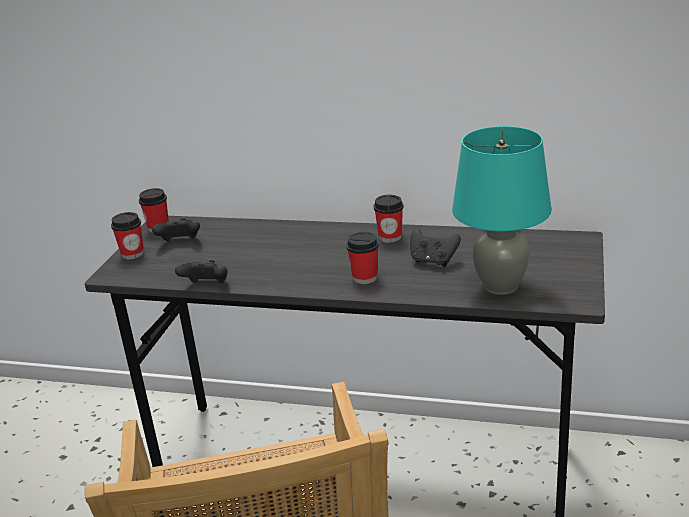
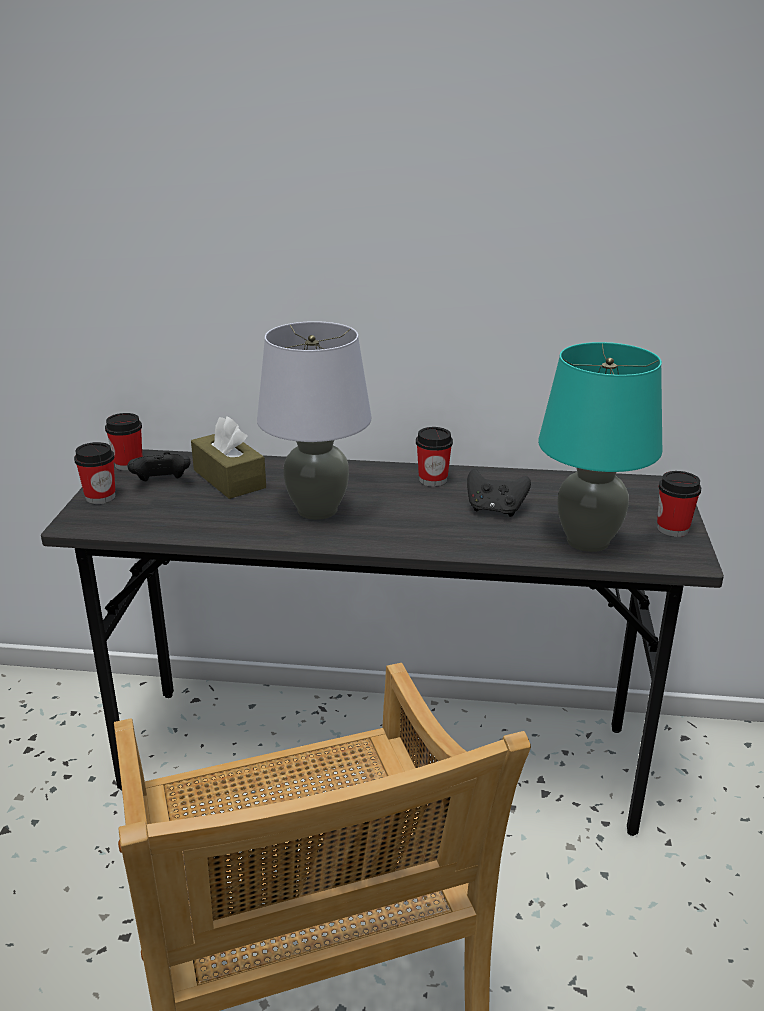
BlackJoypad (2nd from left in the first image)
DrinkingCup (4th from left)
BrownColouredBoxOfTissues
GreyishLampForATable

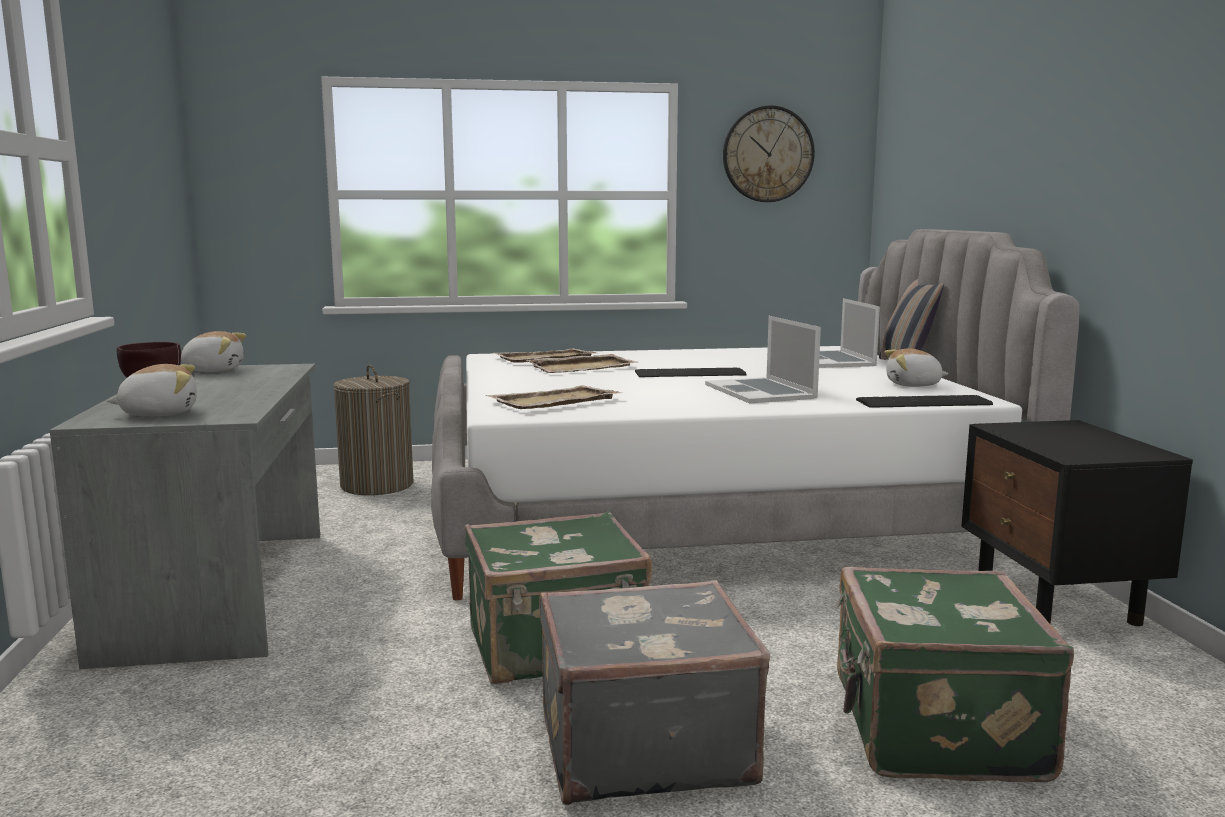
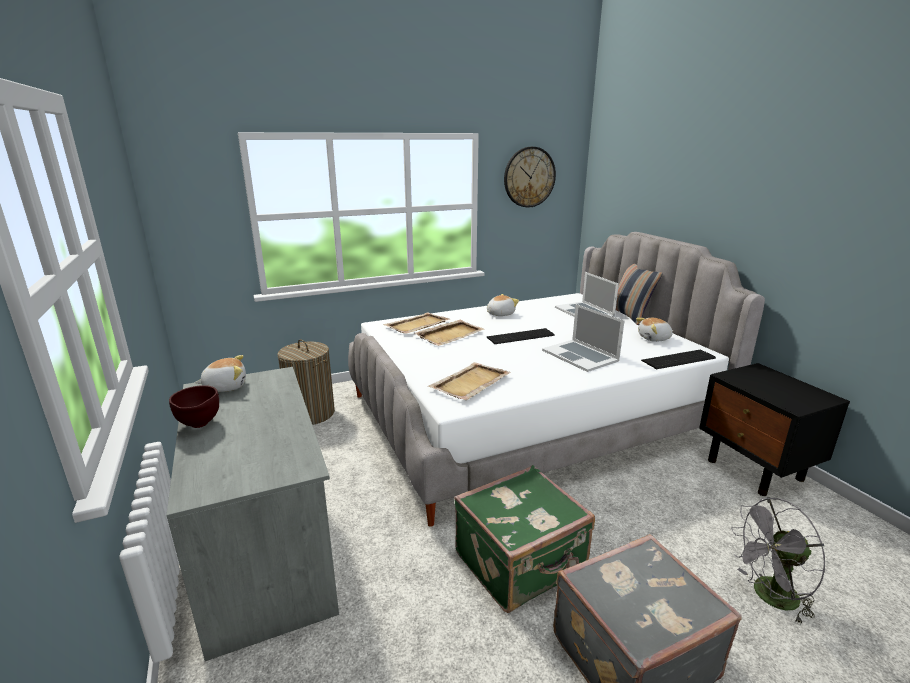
PlushToy (2nd from left)
GreyishCoolingFan

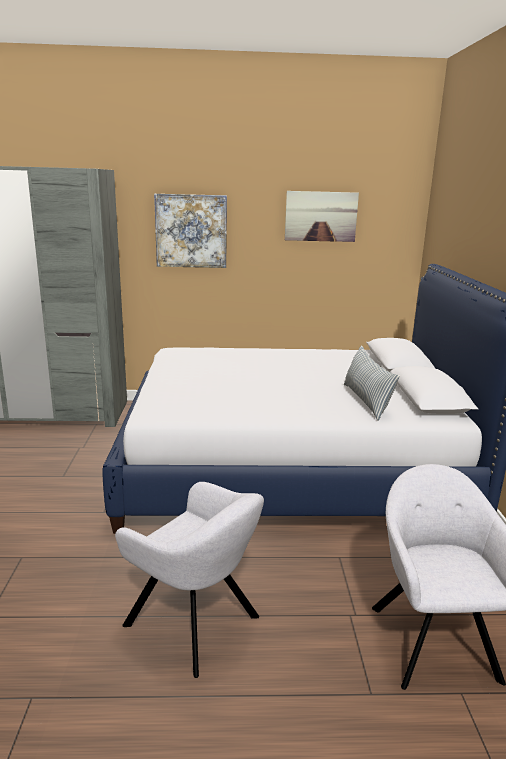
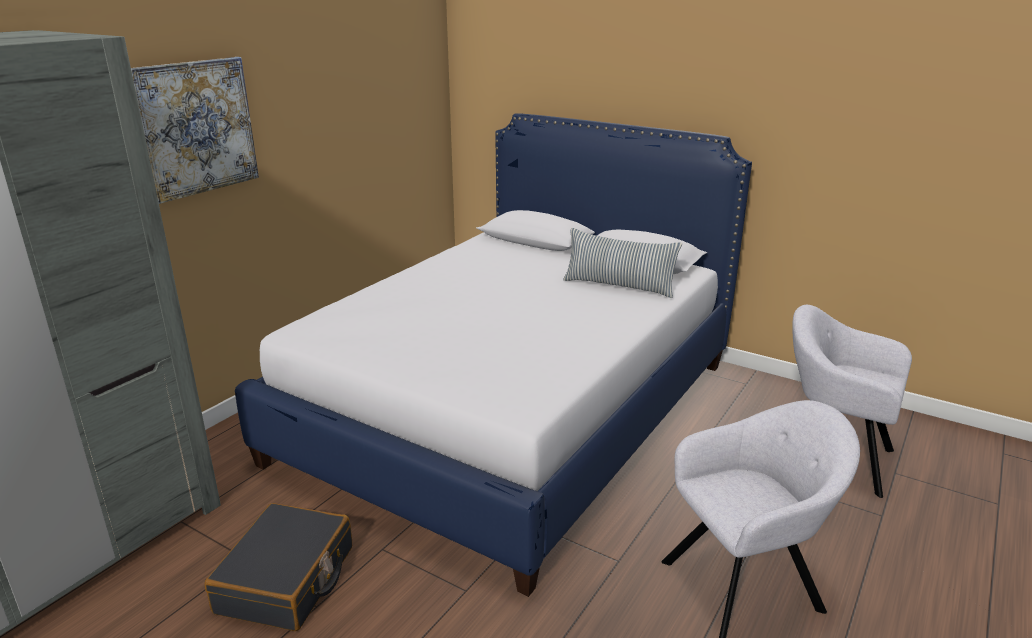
WallArt (2nd from left in the first image)
BlackSuitcase

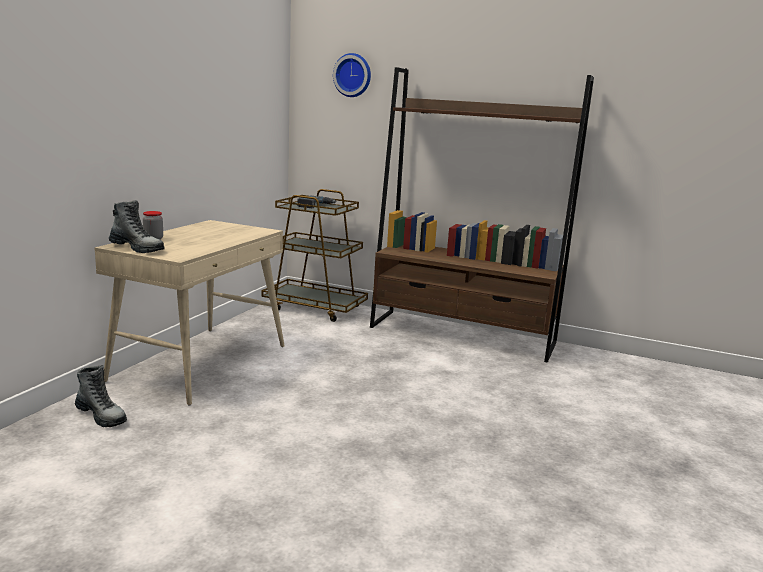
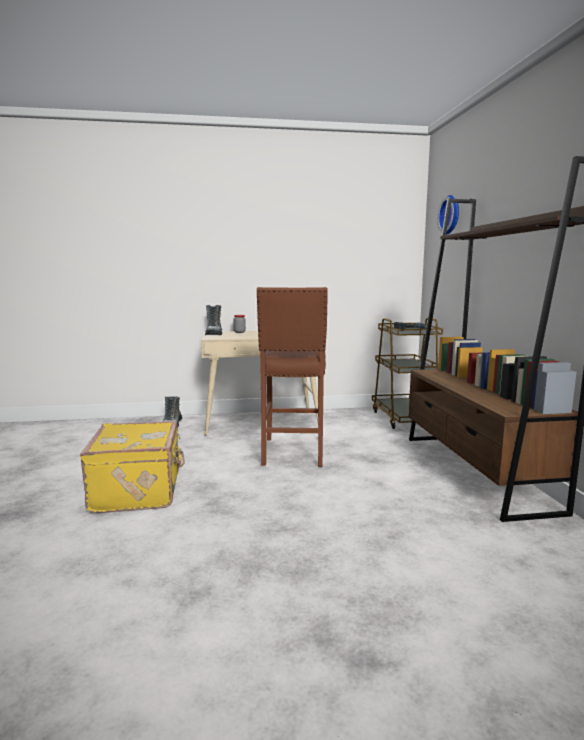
YellowColouredSuitcase
BrownColouredStoolSeat

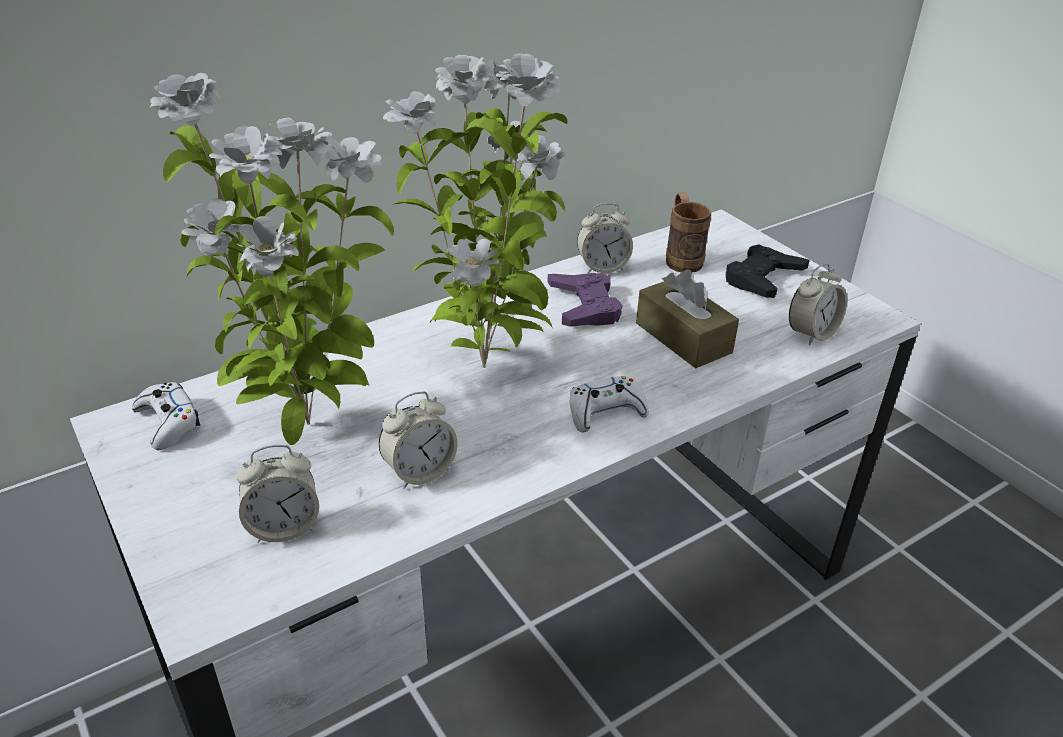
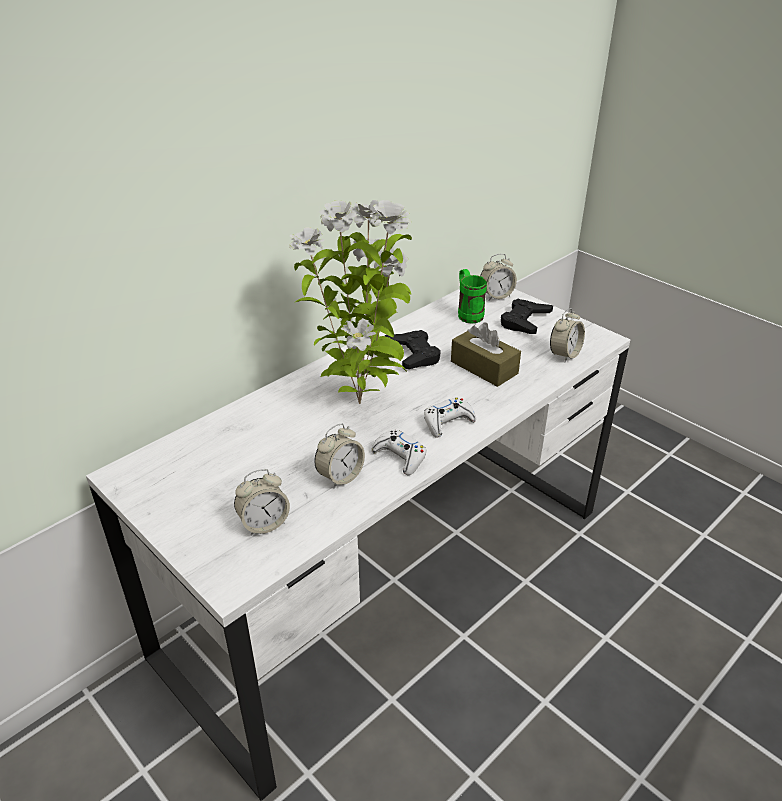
WhitishJoypad (1st from left)
PlantInAPot (1st from left in the first image)
BlackJoypad (1st from left)
AlarmClock (3rd from left)
GreenCoffeeMug

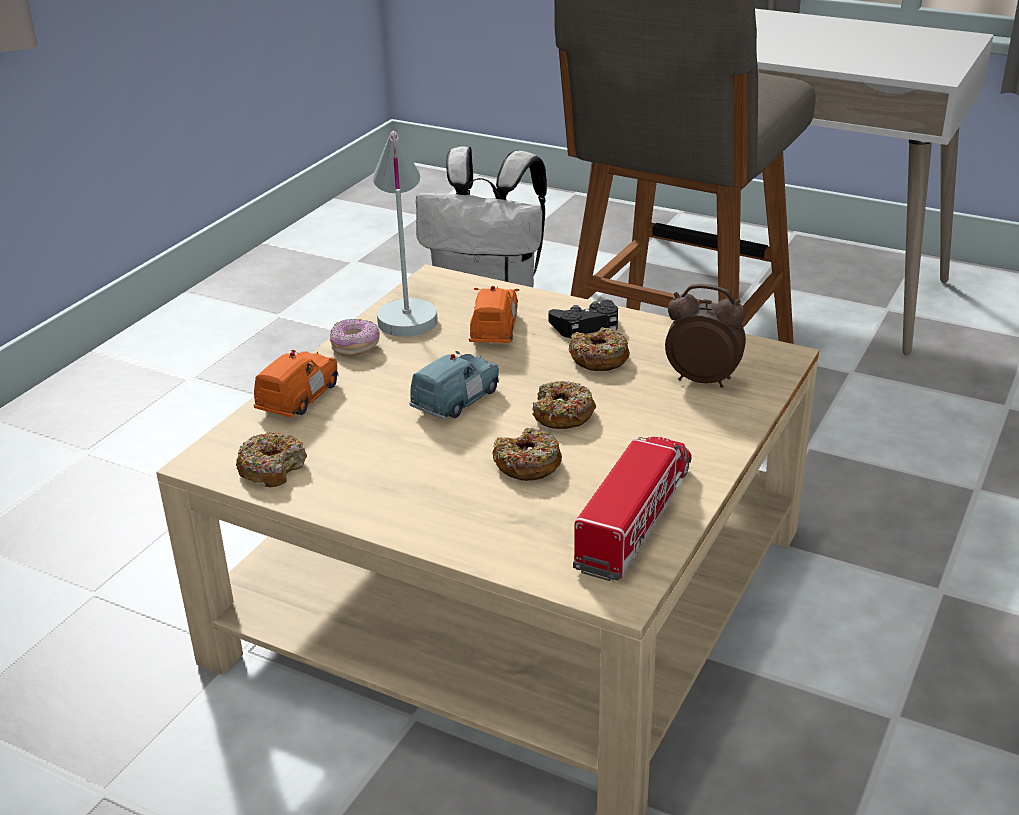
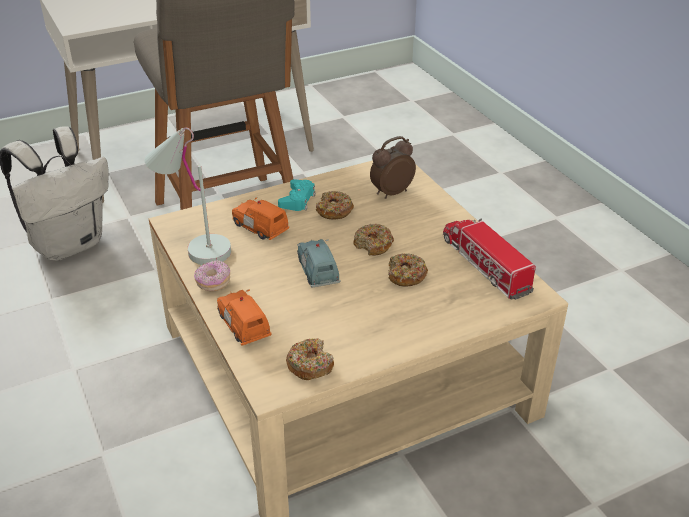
TurquoiseColouredJoypad

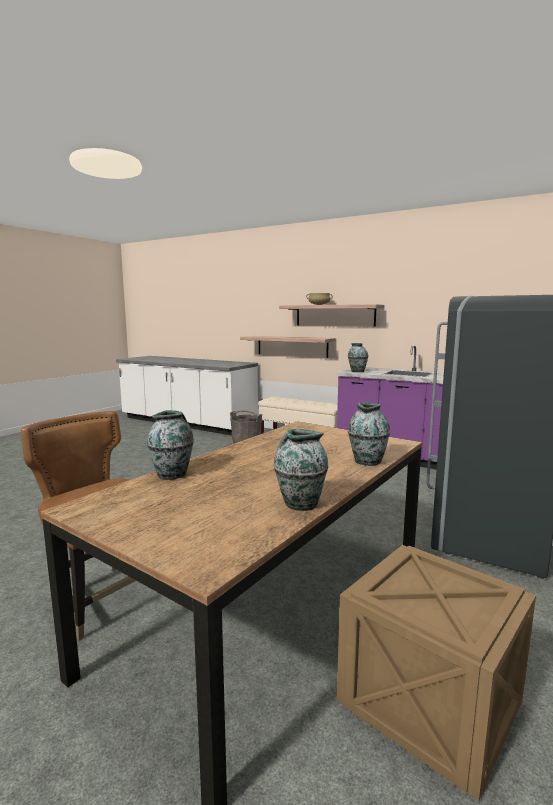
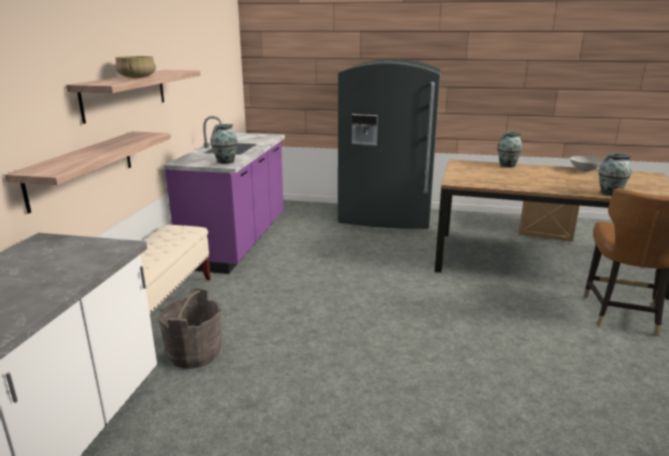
GreyishDeepDish

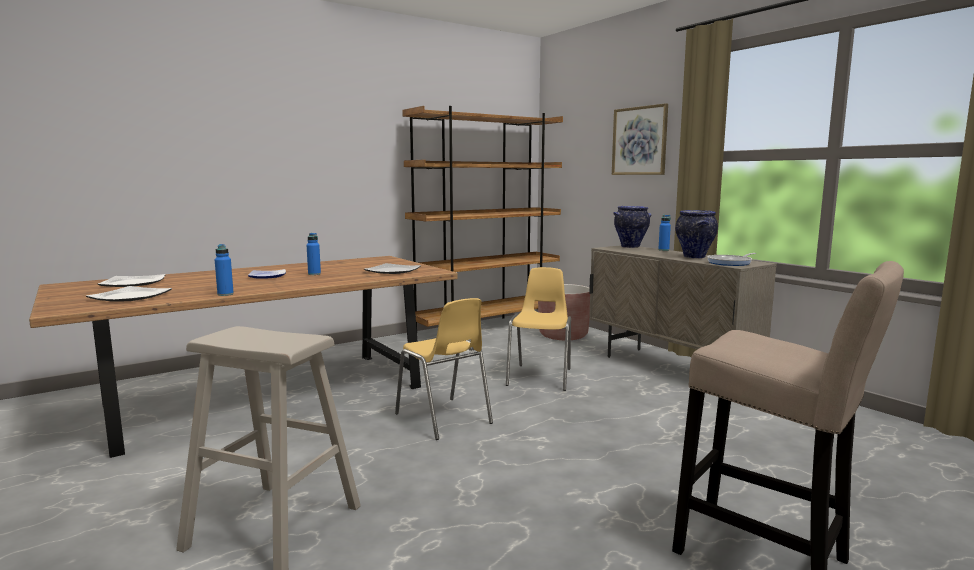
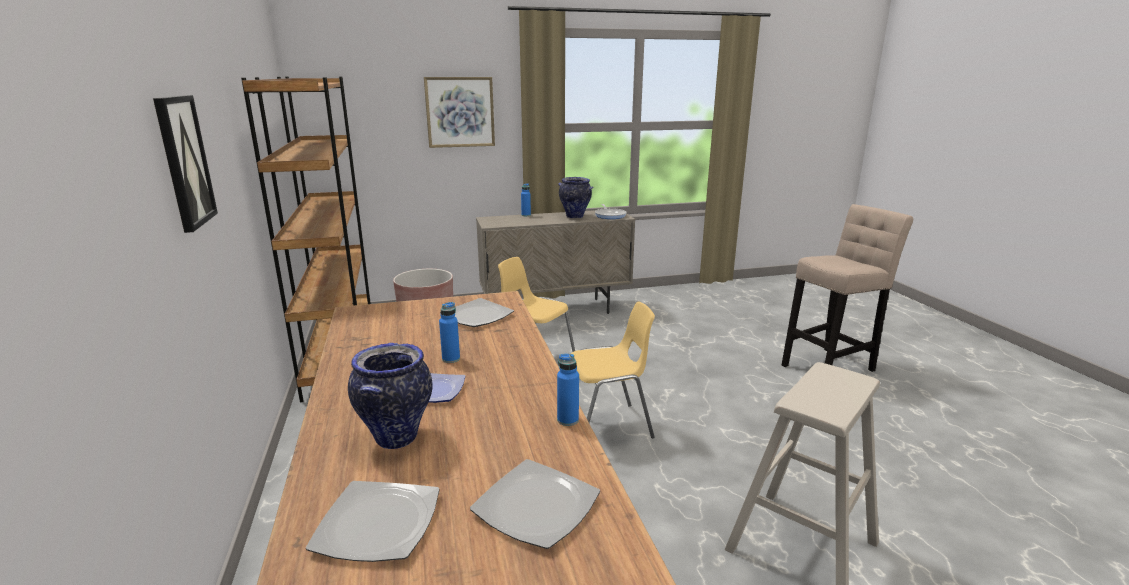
FlowerVase (1st from left)
WallArt (1st from left)

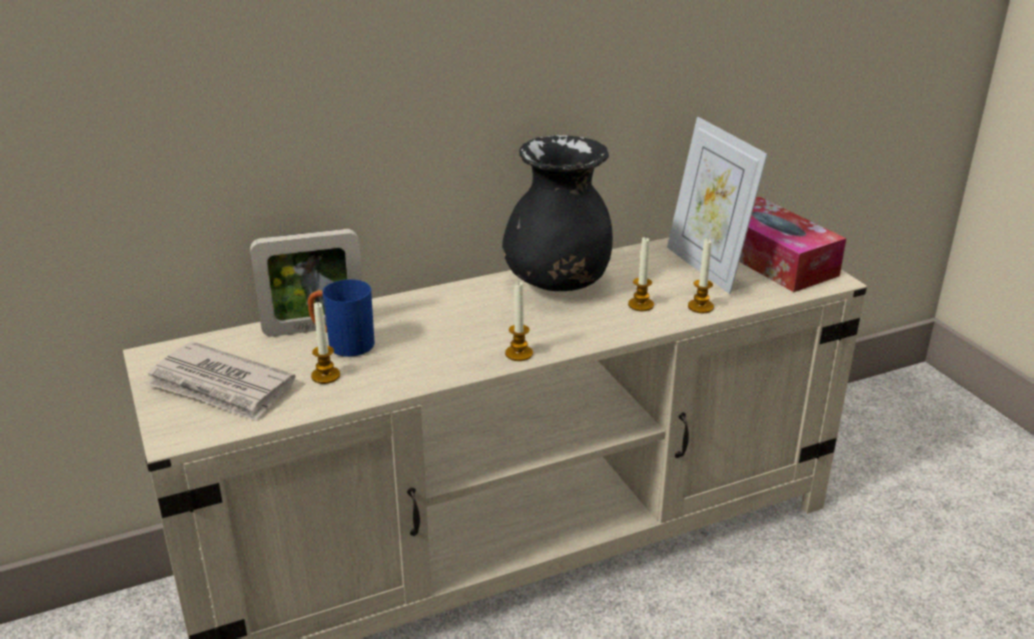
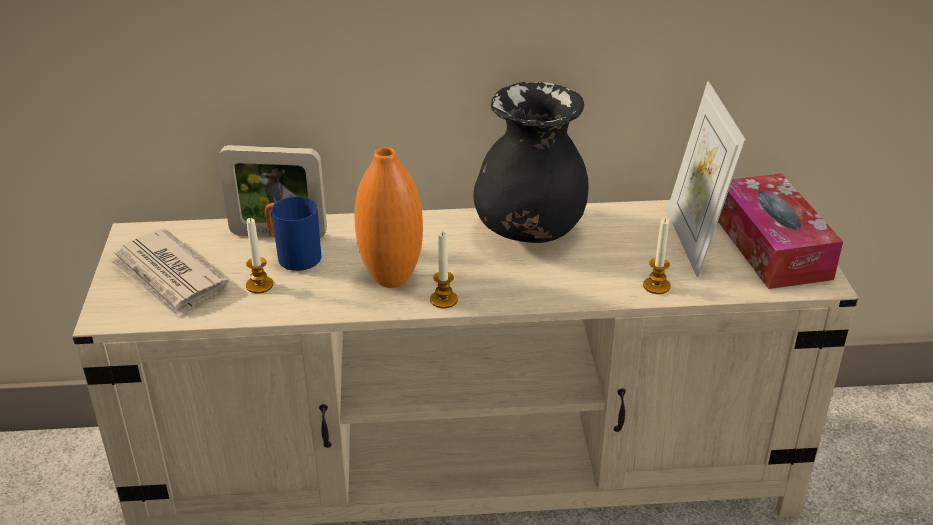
Candle (3rd from left in the first image)
OrangeyFlowerVase

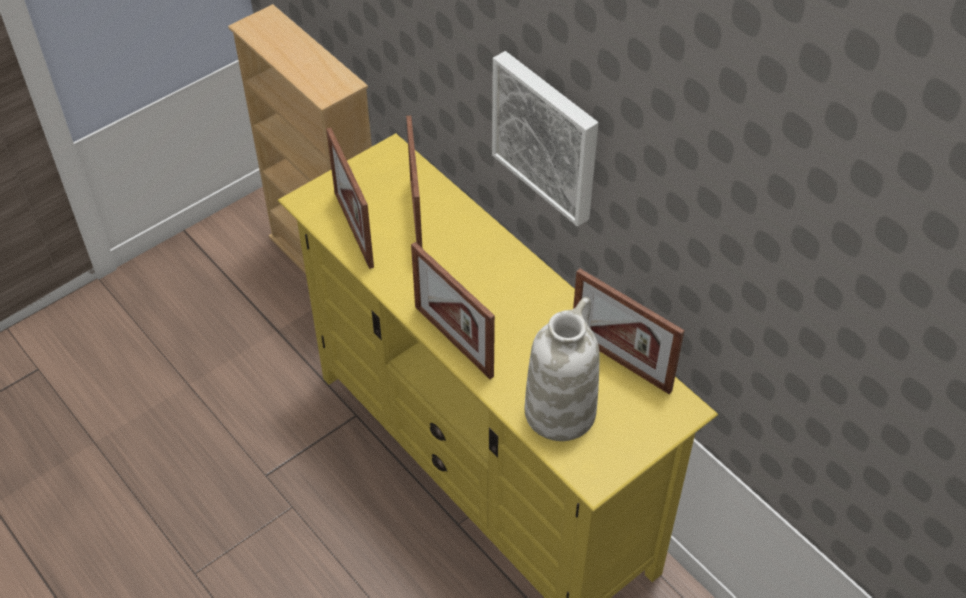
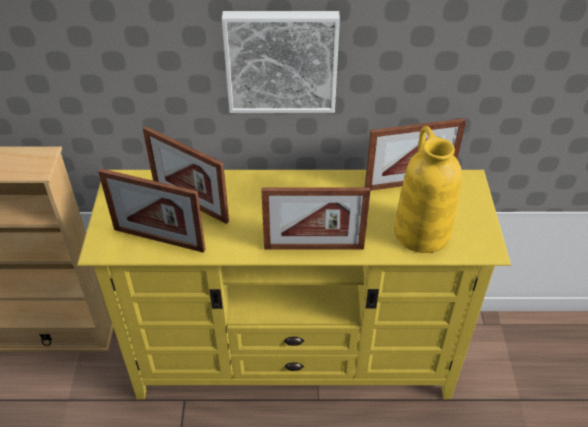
YellowColouredFlowerVase

